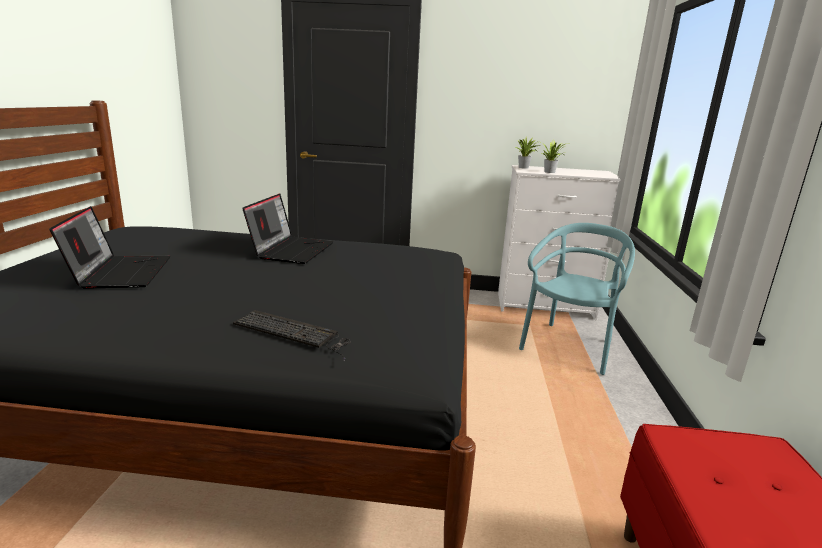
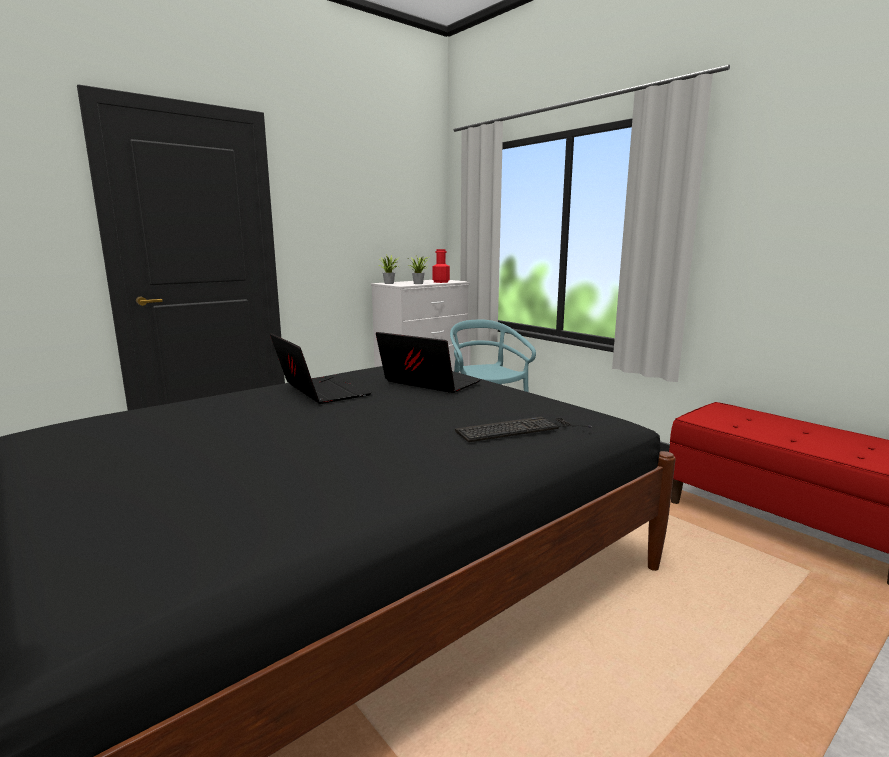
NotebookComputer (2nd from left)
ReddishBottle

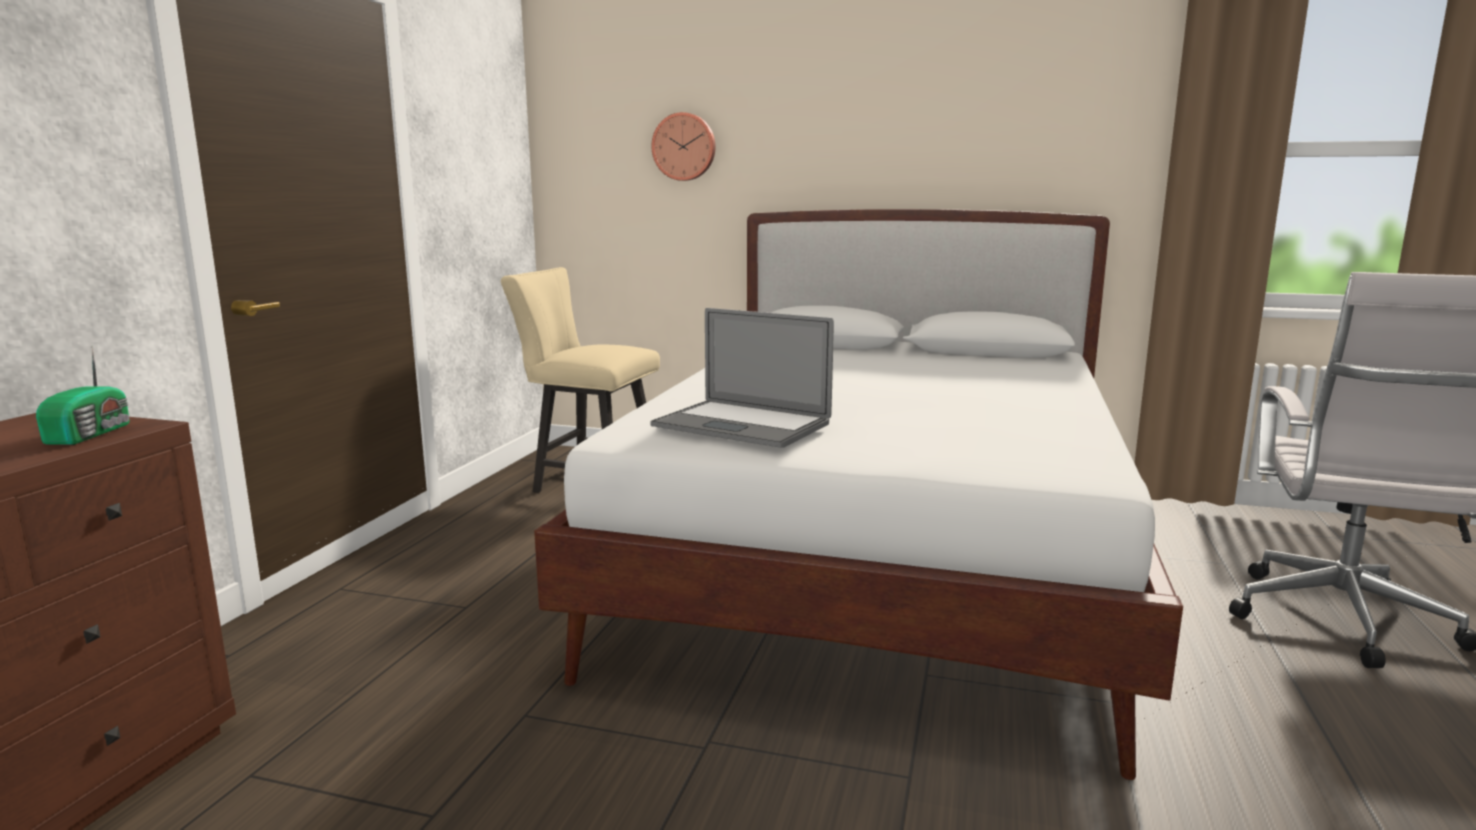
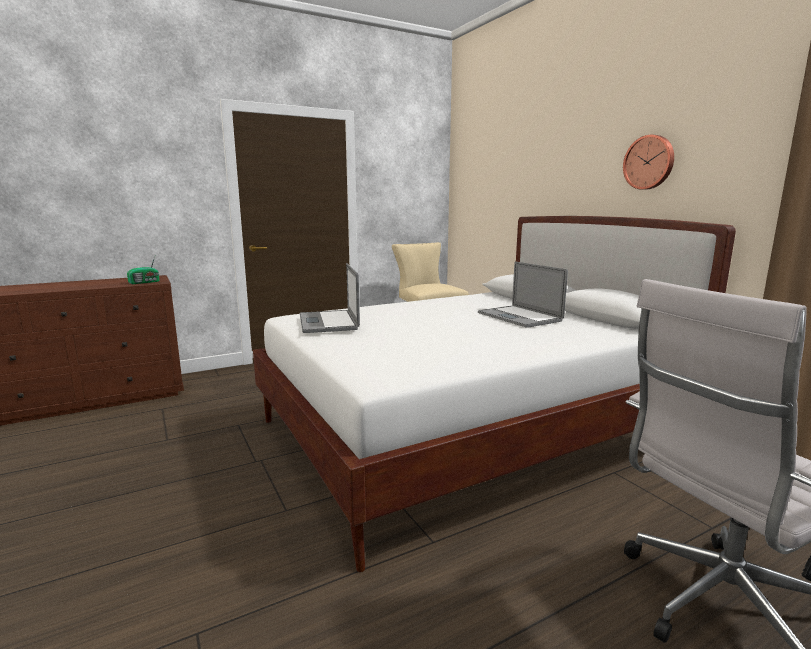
WallClock
NotebookComputer (2nd from left)

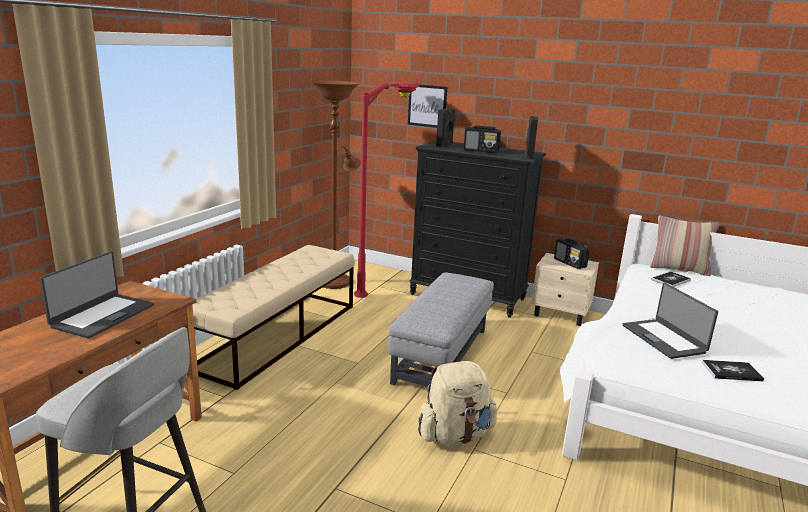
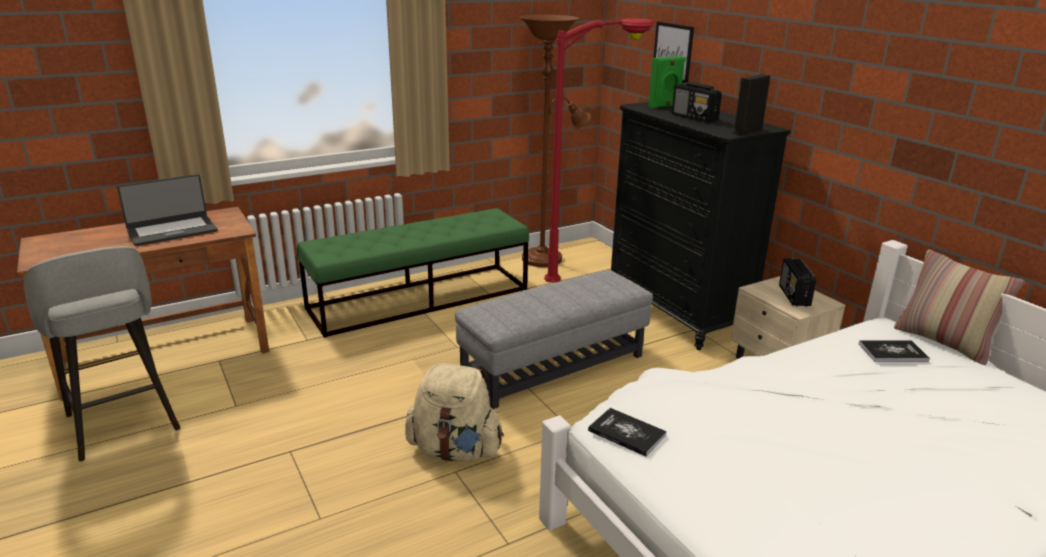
GreenLongSeat
GreenAudioSpeaker
NotebookComputer (2nd from left in the first image)
Book (1st from left)

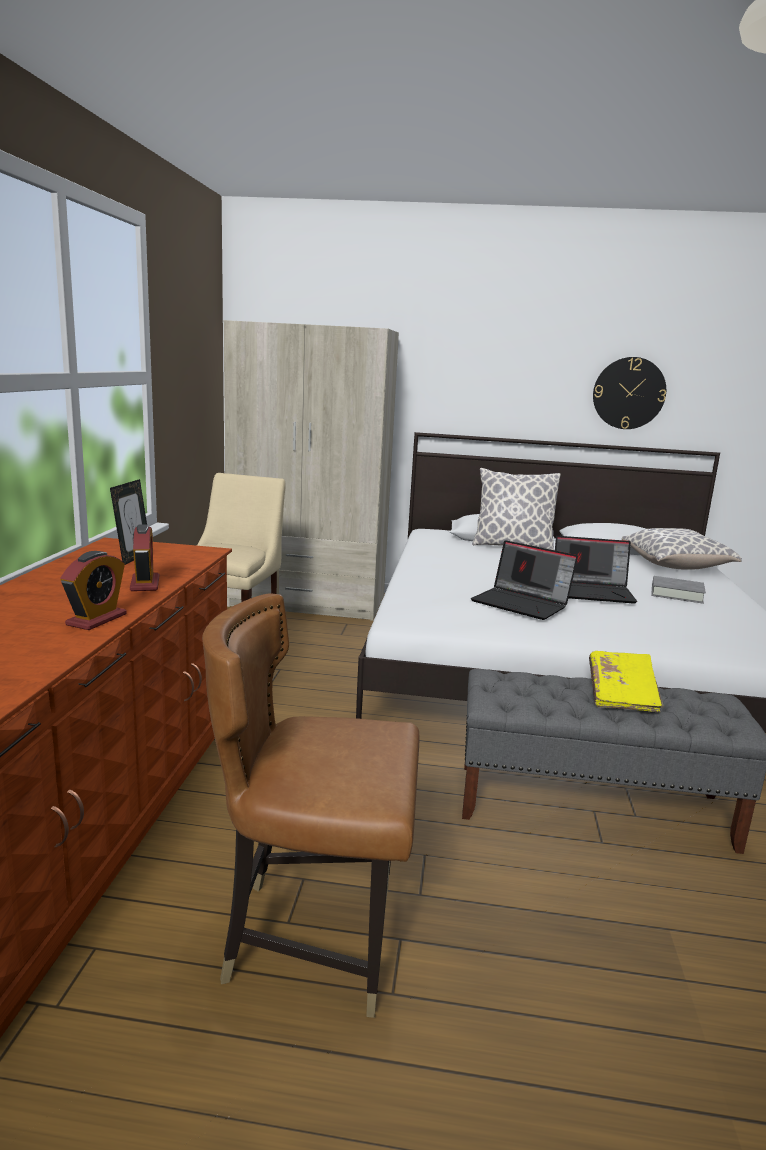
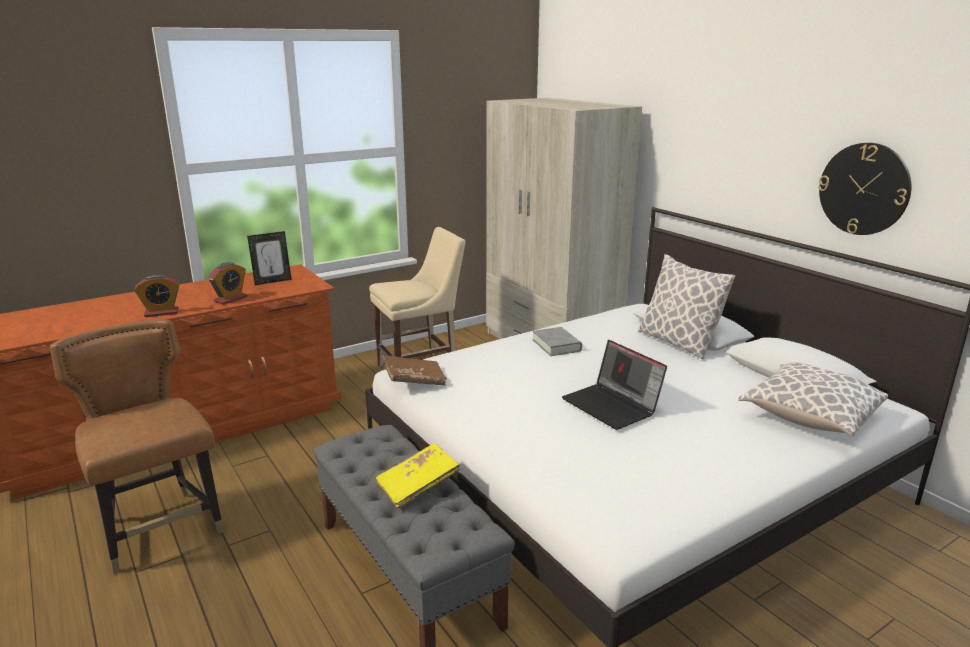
NotebookComputer (1st from left in the first image)
GreyishBook
BrownColouredBook

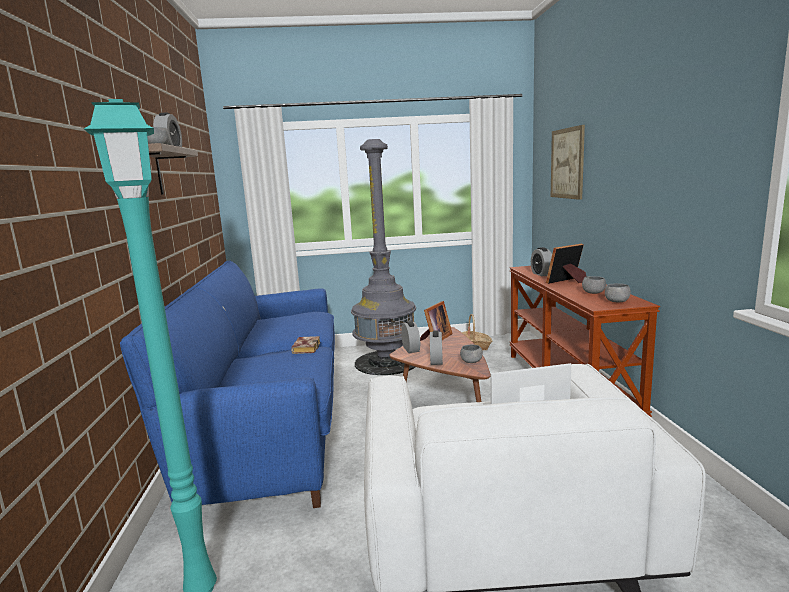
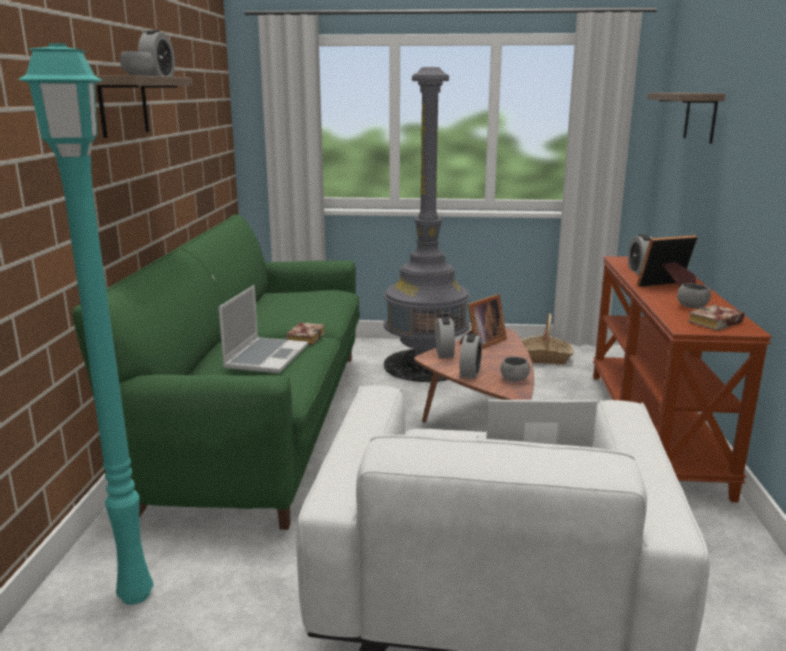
GreenCouch
WallShelf (2nd from left)
Book (2nd from left)
NotebookComputer (1st from left)

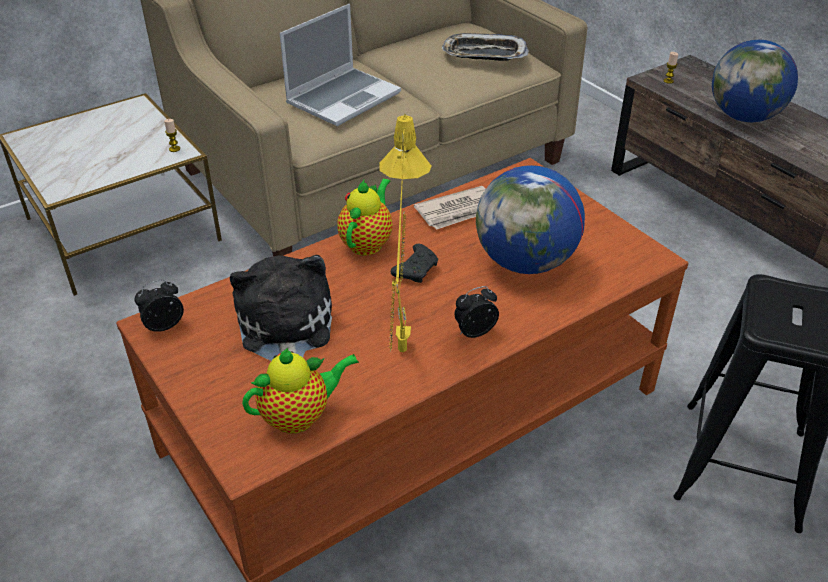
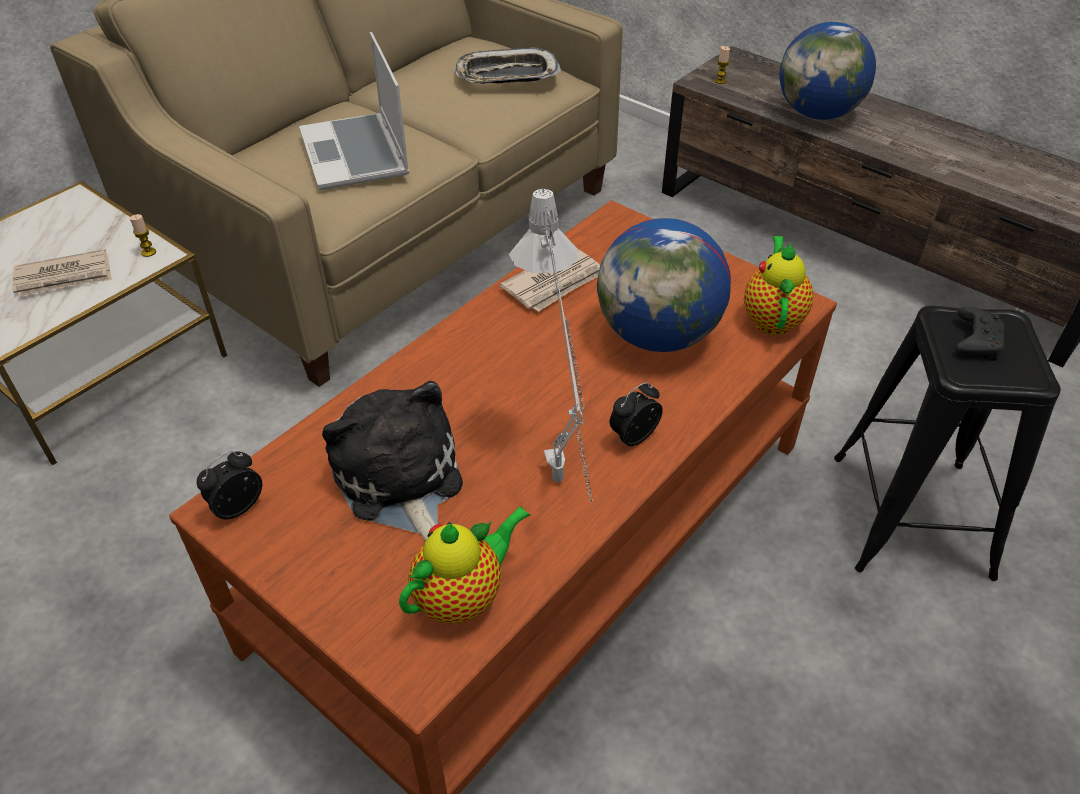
NotebookComputer
PotForTea (2nd from left)
GreyishLampForATable
BlackJoypad
Newspaper (1st from left)

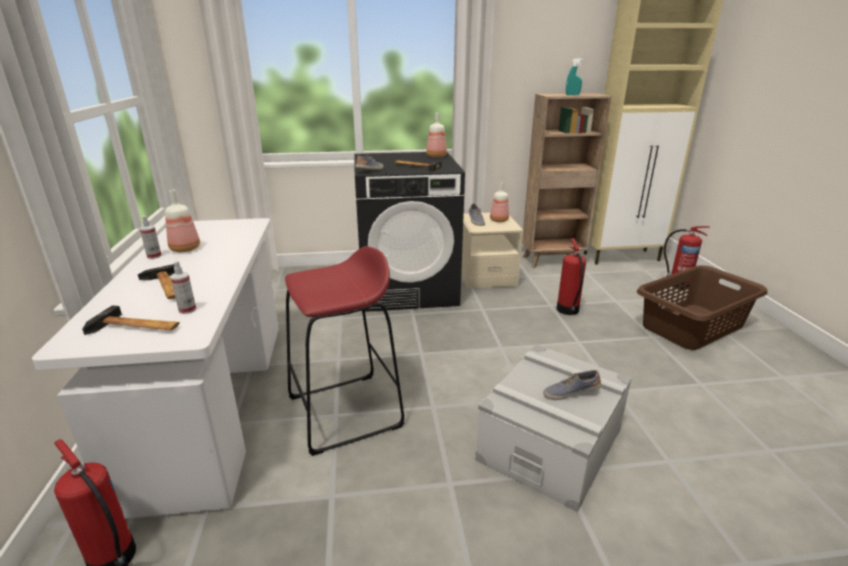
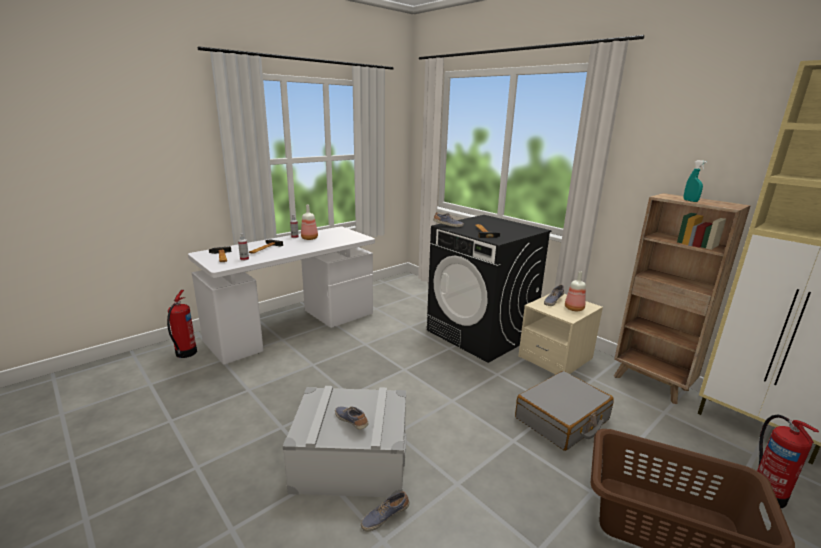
ReddishStoolSeat
Bottle (2nd from left in the first image)
GreyishSuitcase
Shoe (2nd from left)

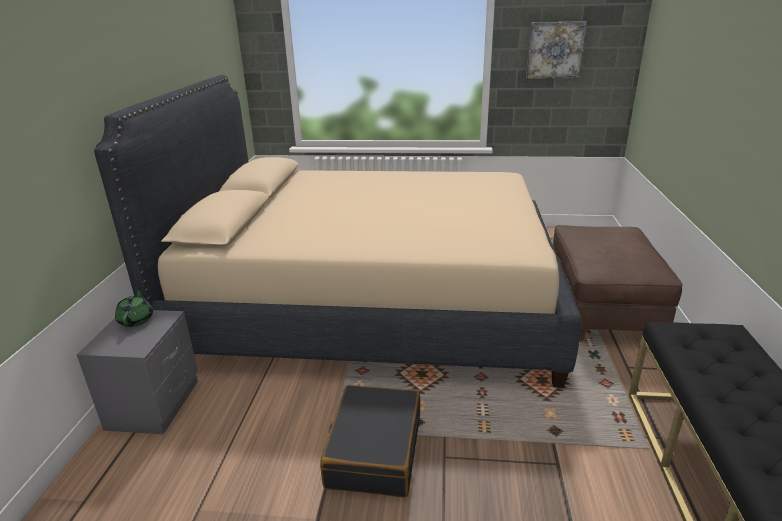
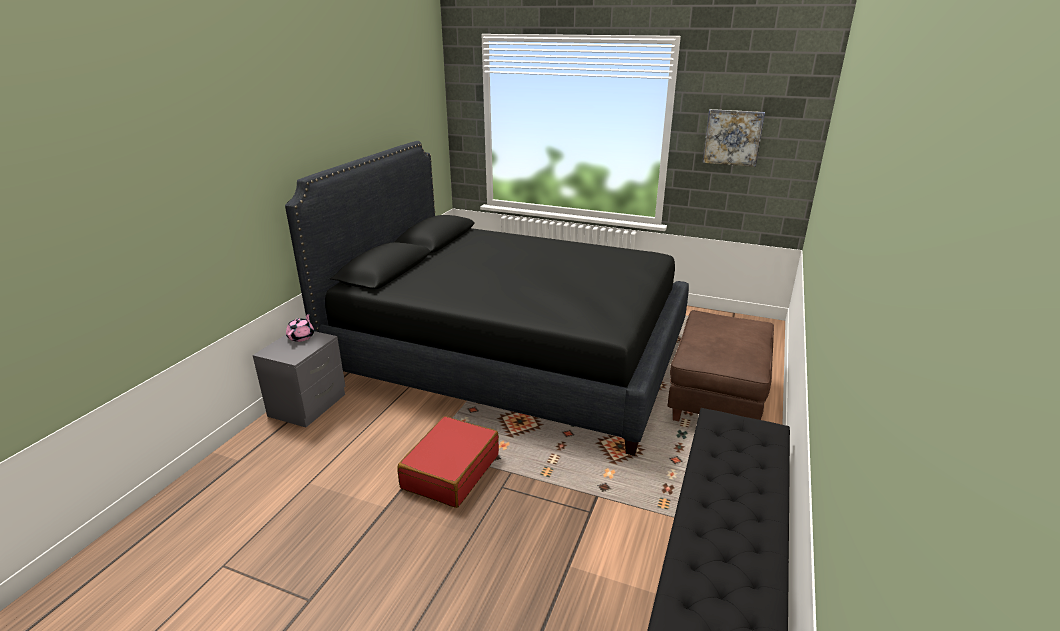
BlackBed
PinkishPotForTea
ReddishSuitcase

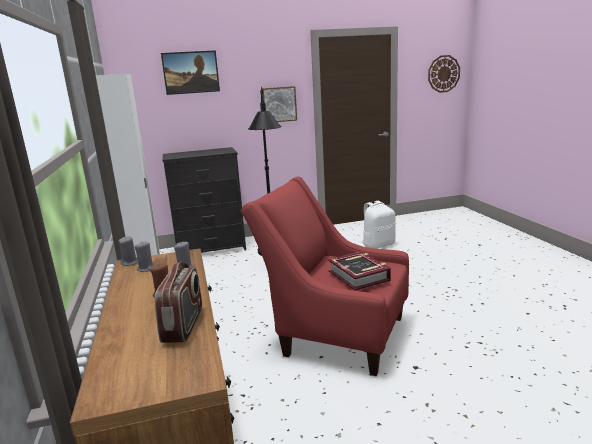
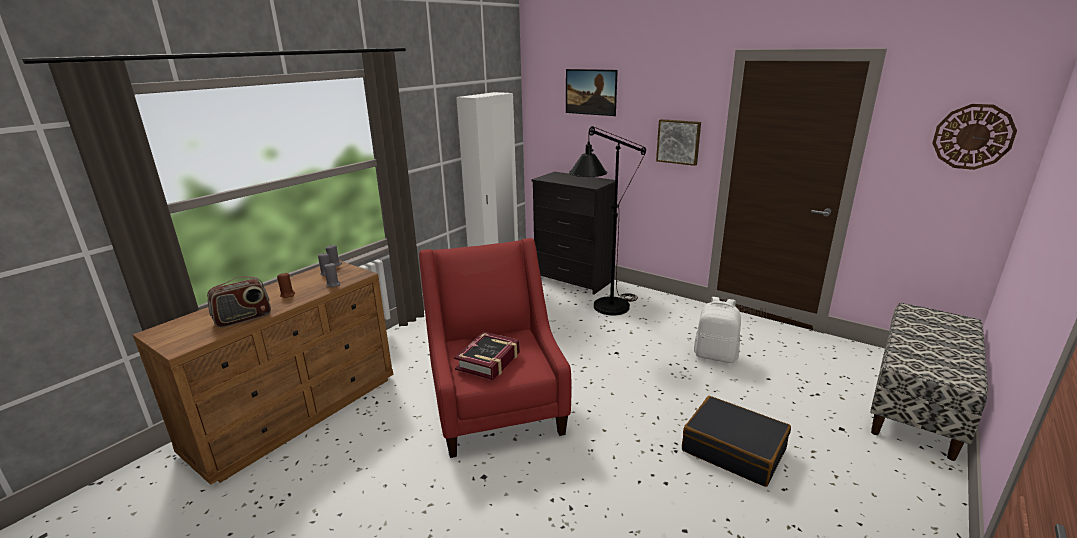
BlackSuitcase
LongSeat

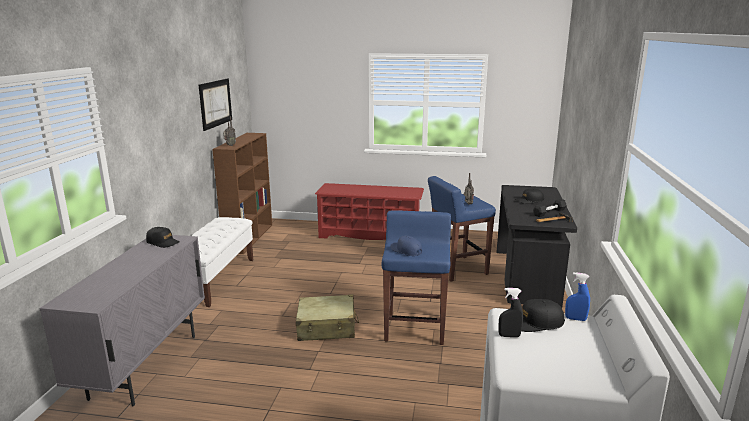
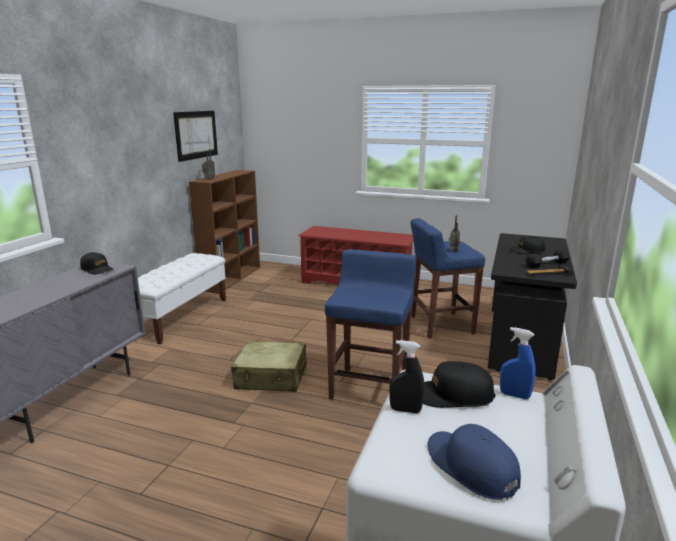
BlueColouredBaseballCap

